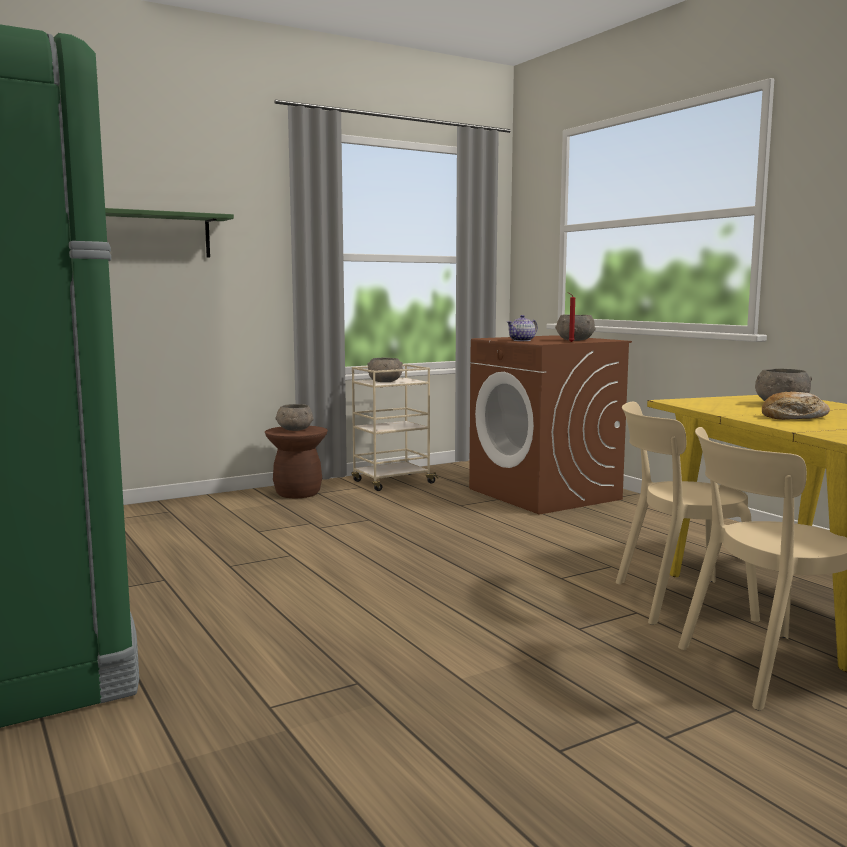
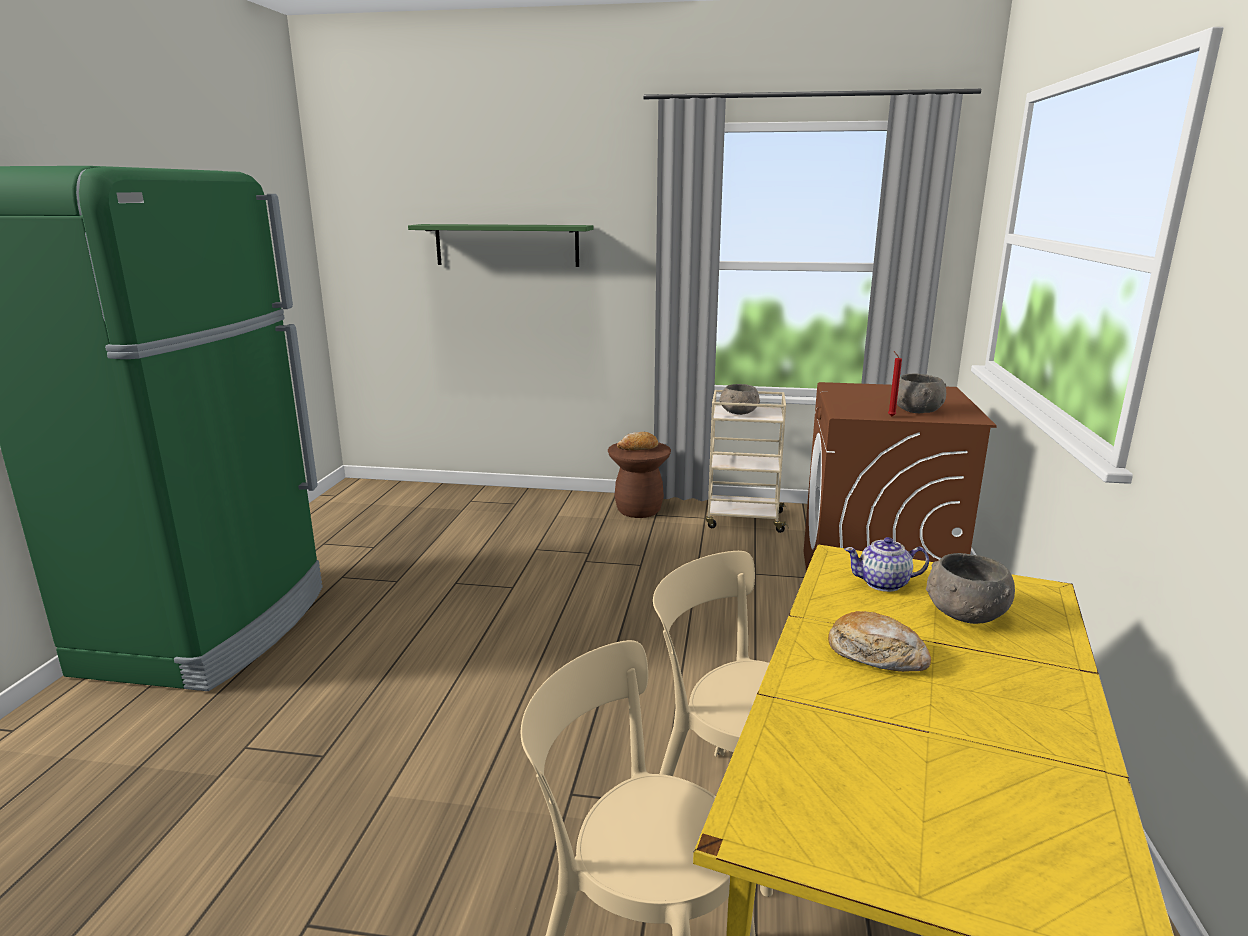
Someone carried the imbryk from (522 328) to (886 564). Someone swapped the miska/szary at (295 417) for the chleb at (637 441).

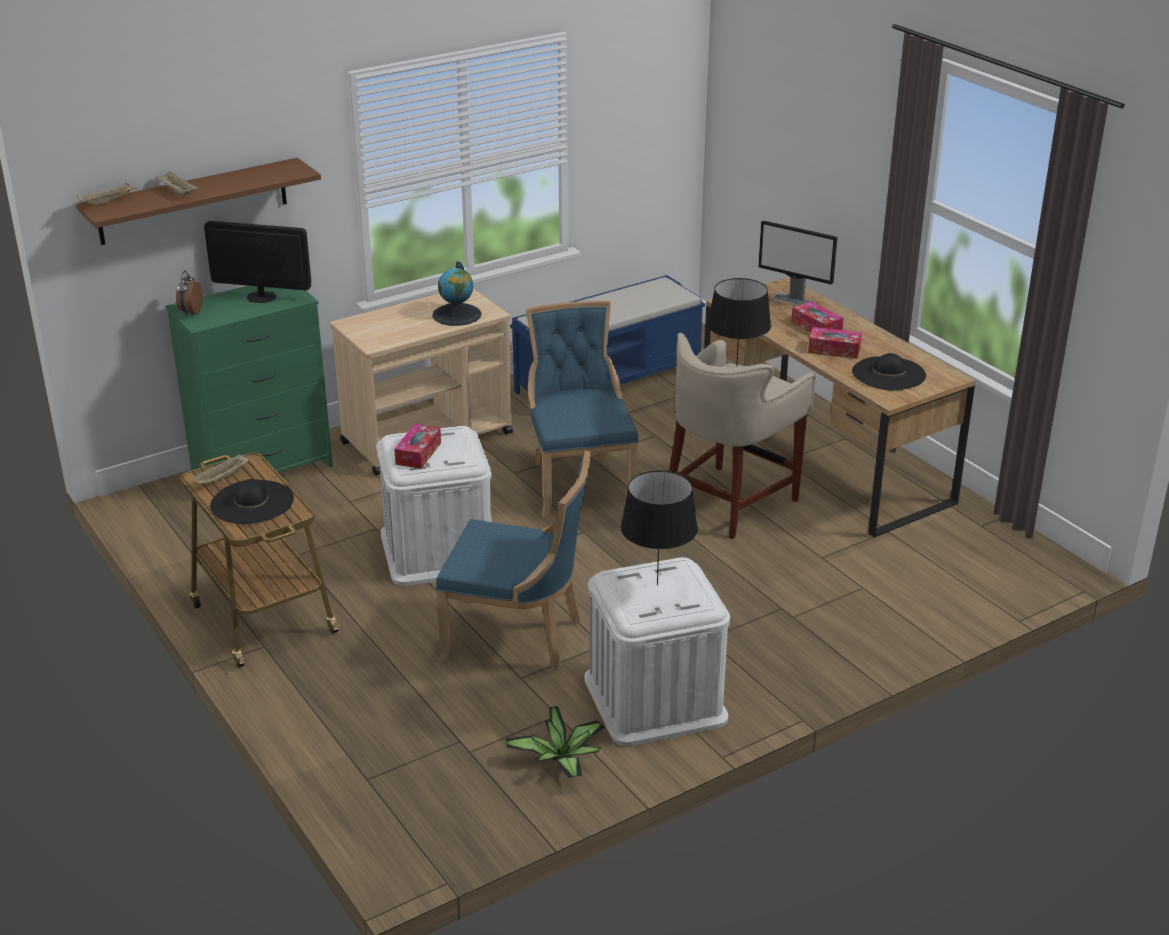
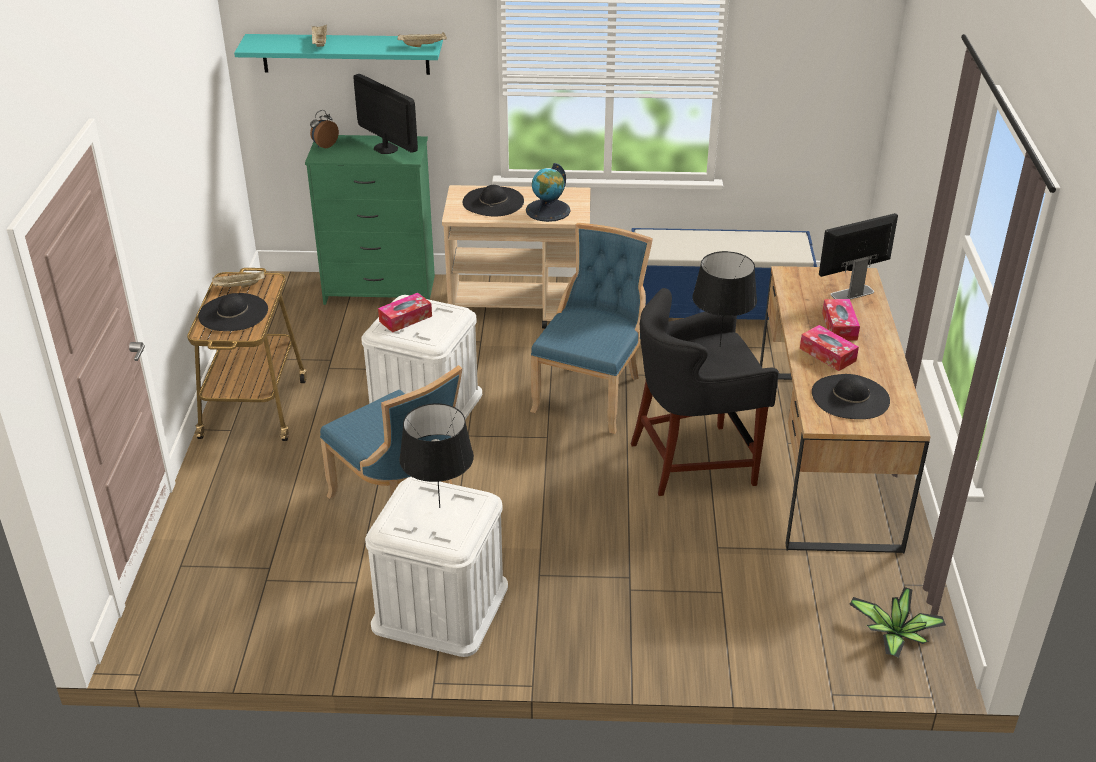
Someone put down the kapelusz/czarny at (493 200). Someone carried the taca/beżowy from (107 194) to (422 39). Someone carried the roślina doniczkowa from (555 742) to (897 622). Someone repainted the półka/brązowy at (198 201), which became the półka/turkusowy at (338 54). Someone repainted the stołek/beżowy at (742 436), which became the stołek/czarny at (705 392). Someone rotated the monitor at (797 263) by 90 degrees clockwise.

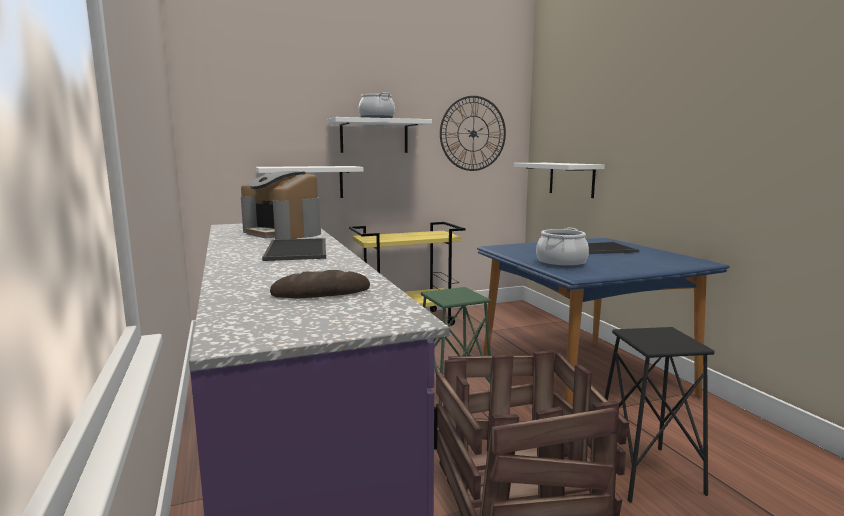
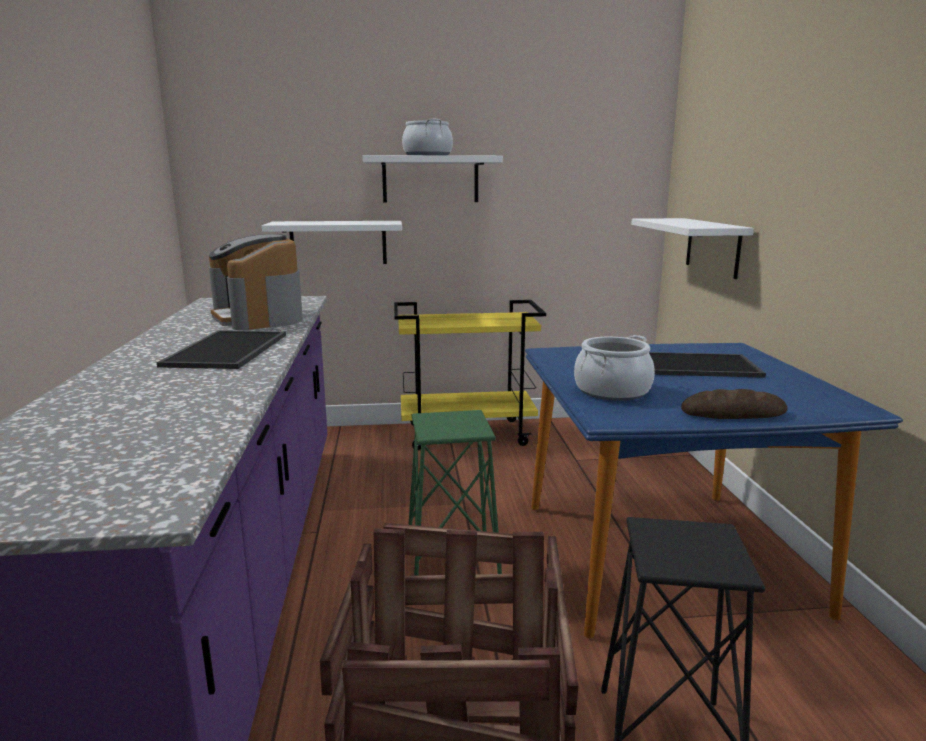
Someone took away the zegar ścienny at (473 133). Someone carried the chleb from (320 284) to (734 404).

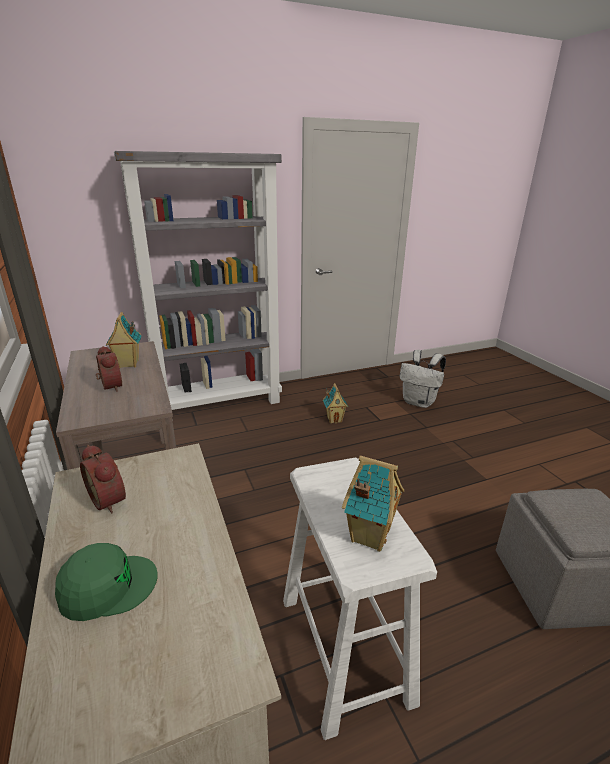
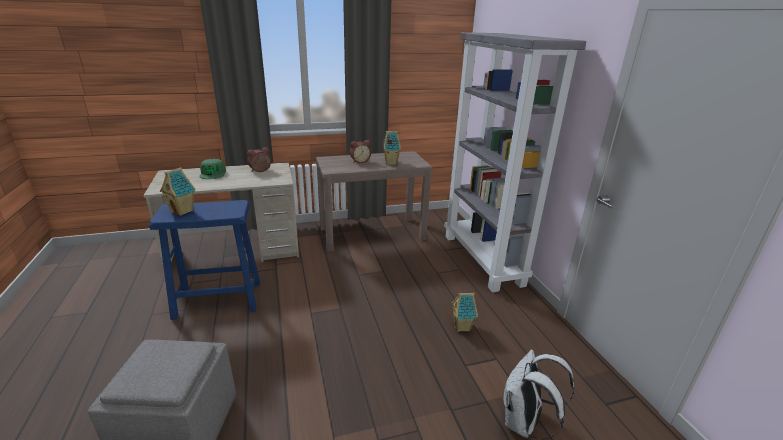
Someone repainted the stołek/biały at (360 598), which became the stołek/niebieski at (204 260).

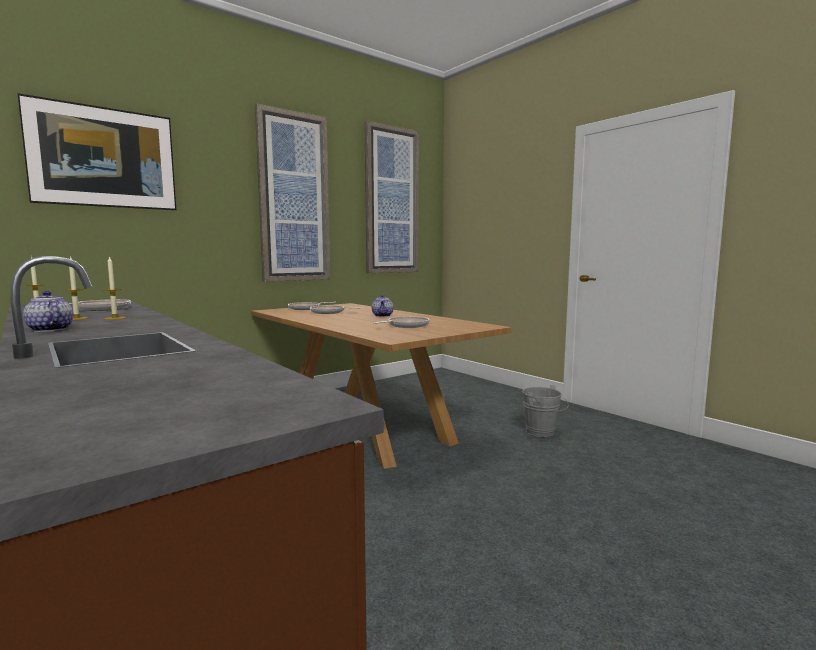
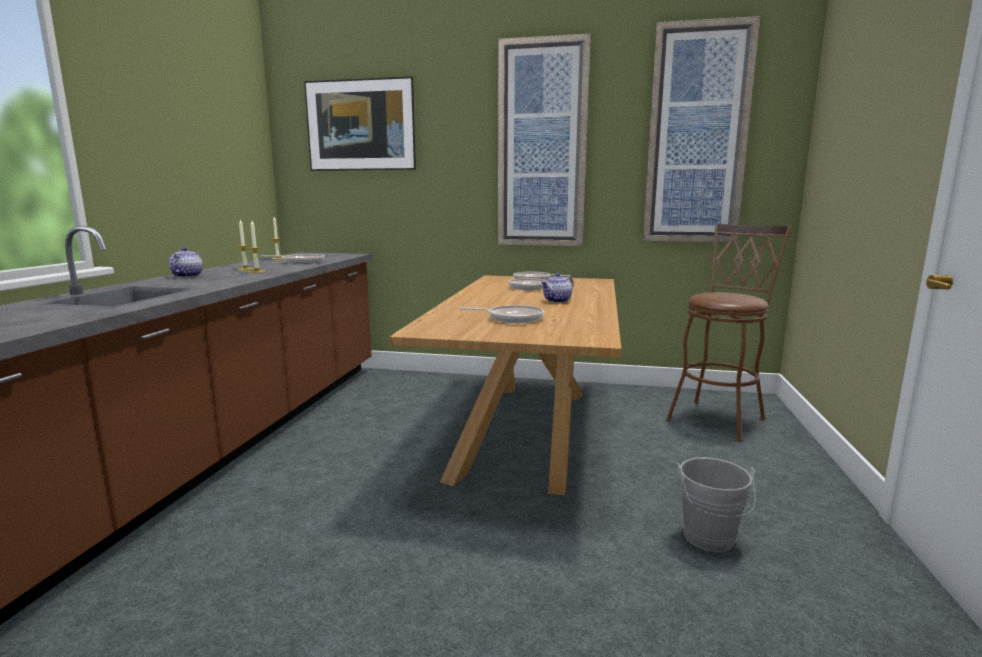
Someone put down the stołek/brązowy at (728 333).

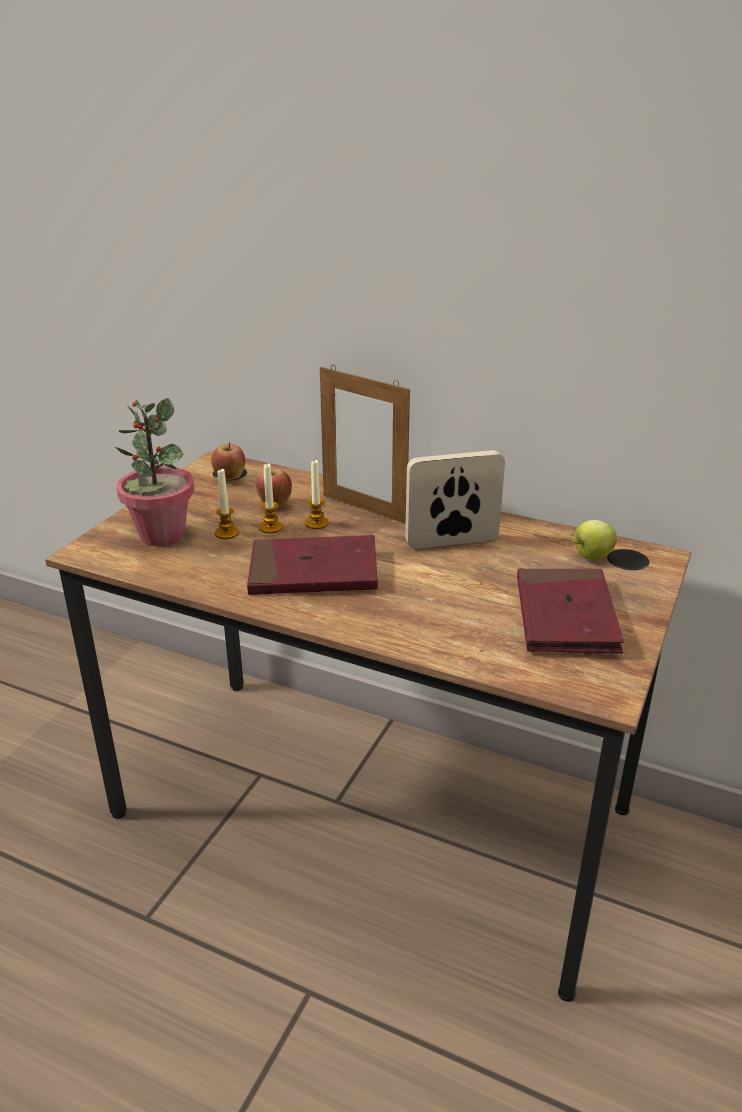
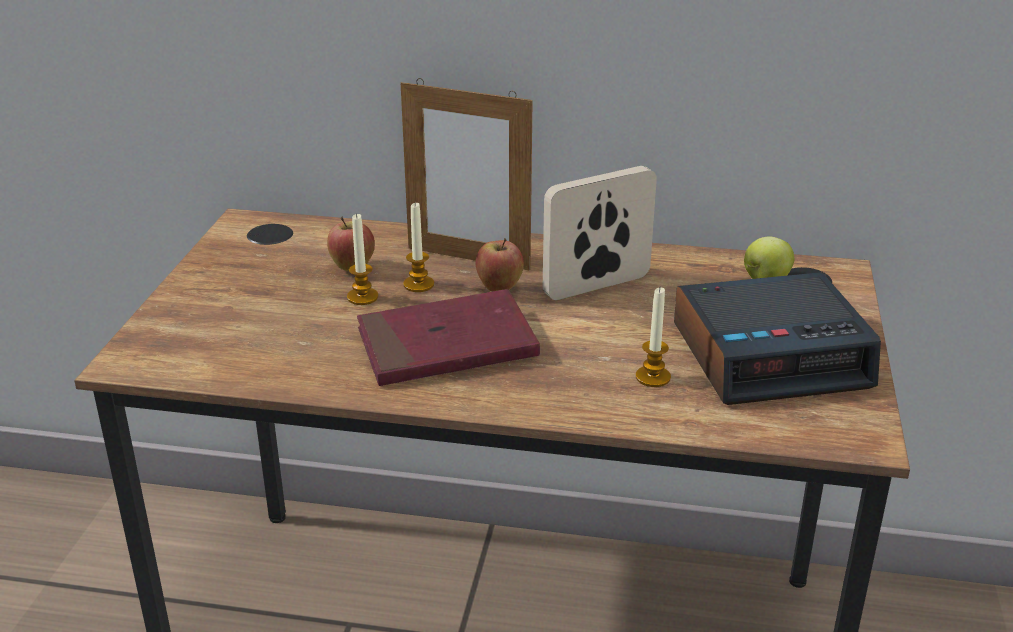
Someone took away the roślina doniczkowa at (154 472). Someone carried the jabłko from (228 461) to (500 265). Someone carried the świeca from (227 503) to (653 337). Someone swapped the książka/czerwony at (570 610) for the budzik at (777 338).

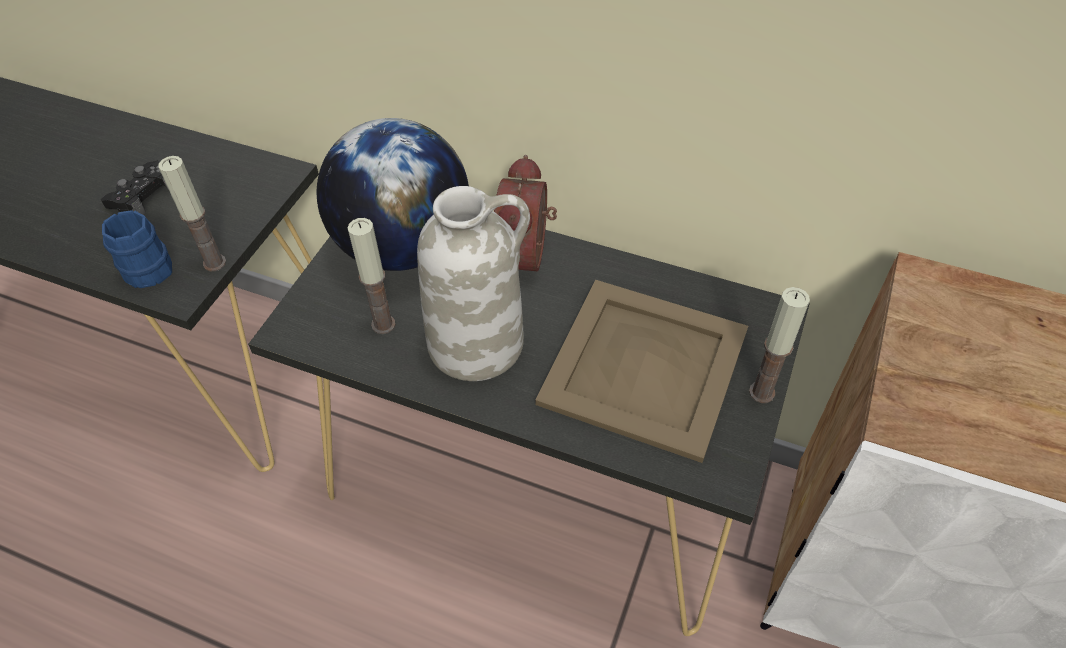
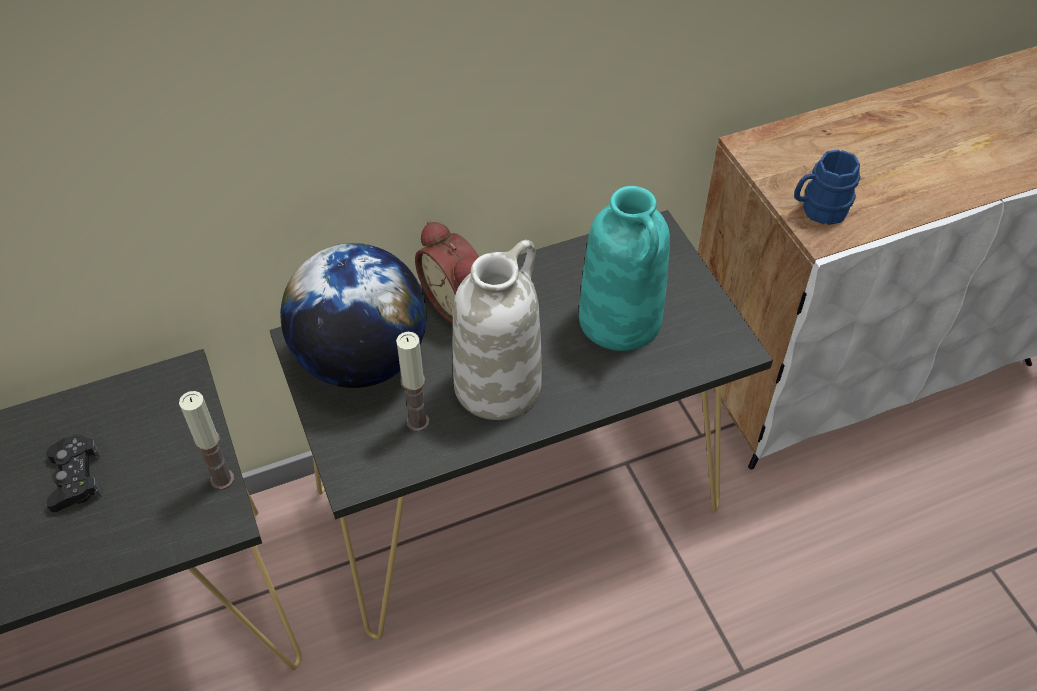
Someone took away the świeca at (779 345). Someone carried the kubek/niebieski from (137 249) to (827 187). Someone swapped the taca/beżowy at (641 371) for the wazon/turkusowy at (624 268).

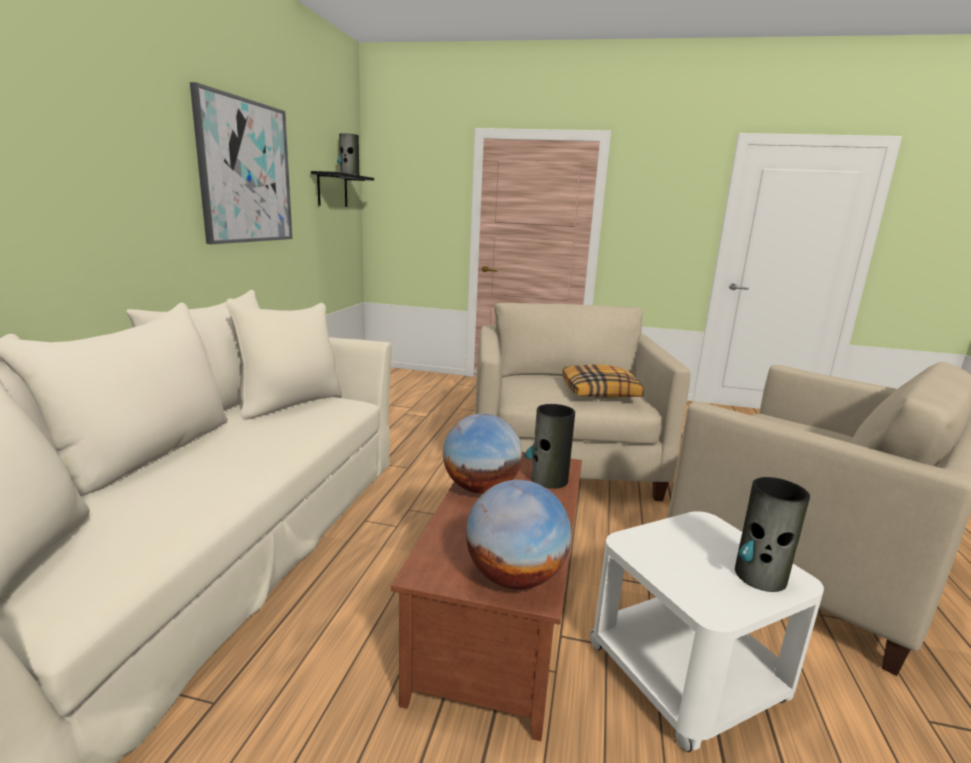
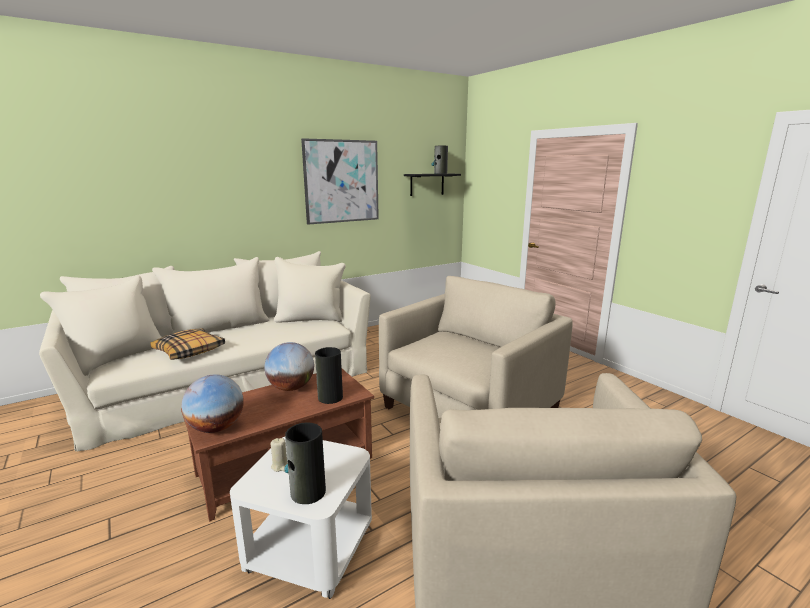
Someone put down the świeca/beżowy at (279 455). Someone carried the poduszka from (603 381) to (187 344).

